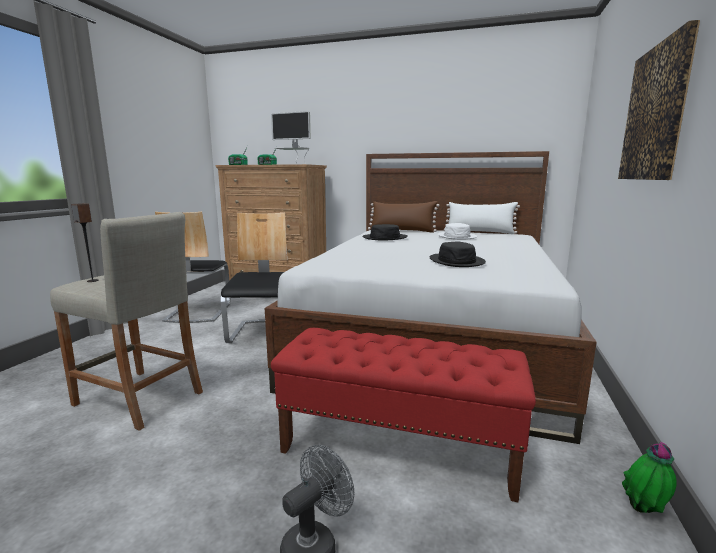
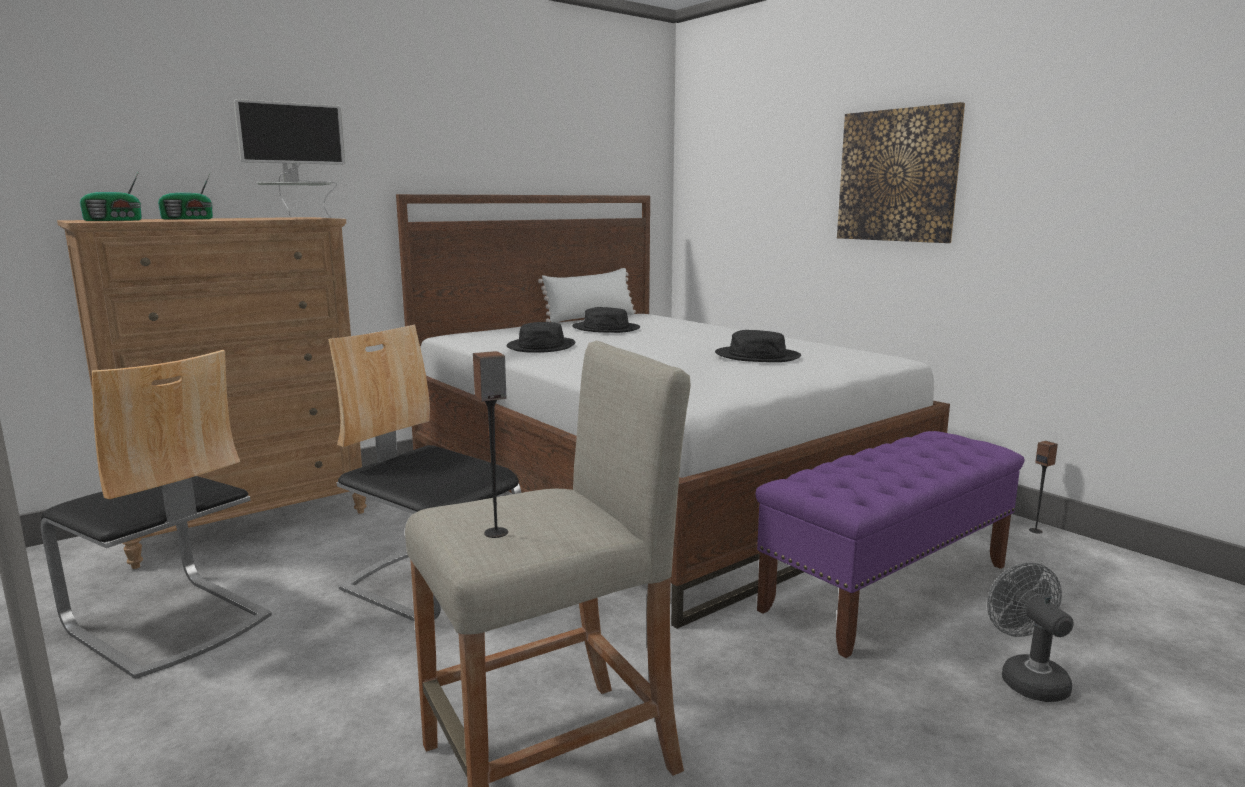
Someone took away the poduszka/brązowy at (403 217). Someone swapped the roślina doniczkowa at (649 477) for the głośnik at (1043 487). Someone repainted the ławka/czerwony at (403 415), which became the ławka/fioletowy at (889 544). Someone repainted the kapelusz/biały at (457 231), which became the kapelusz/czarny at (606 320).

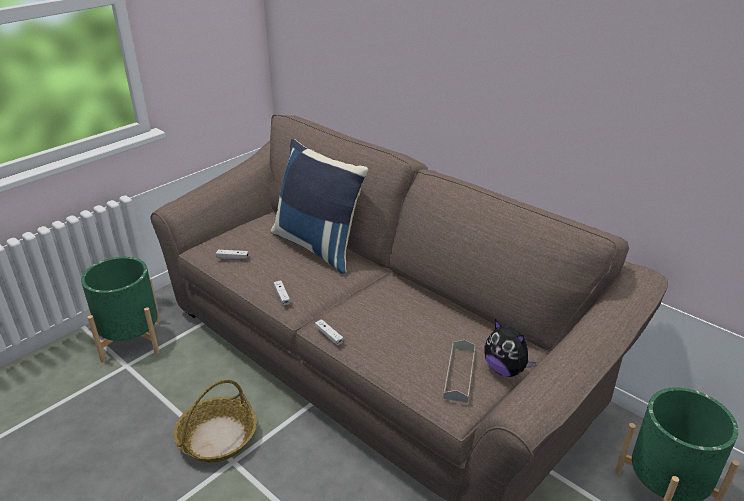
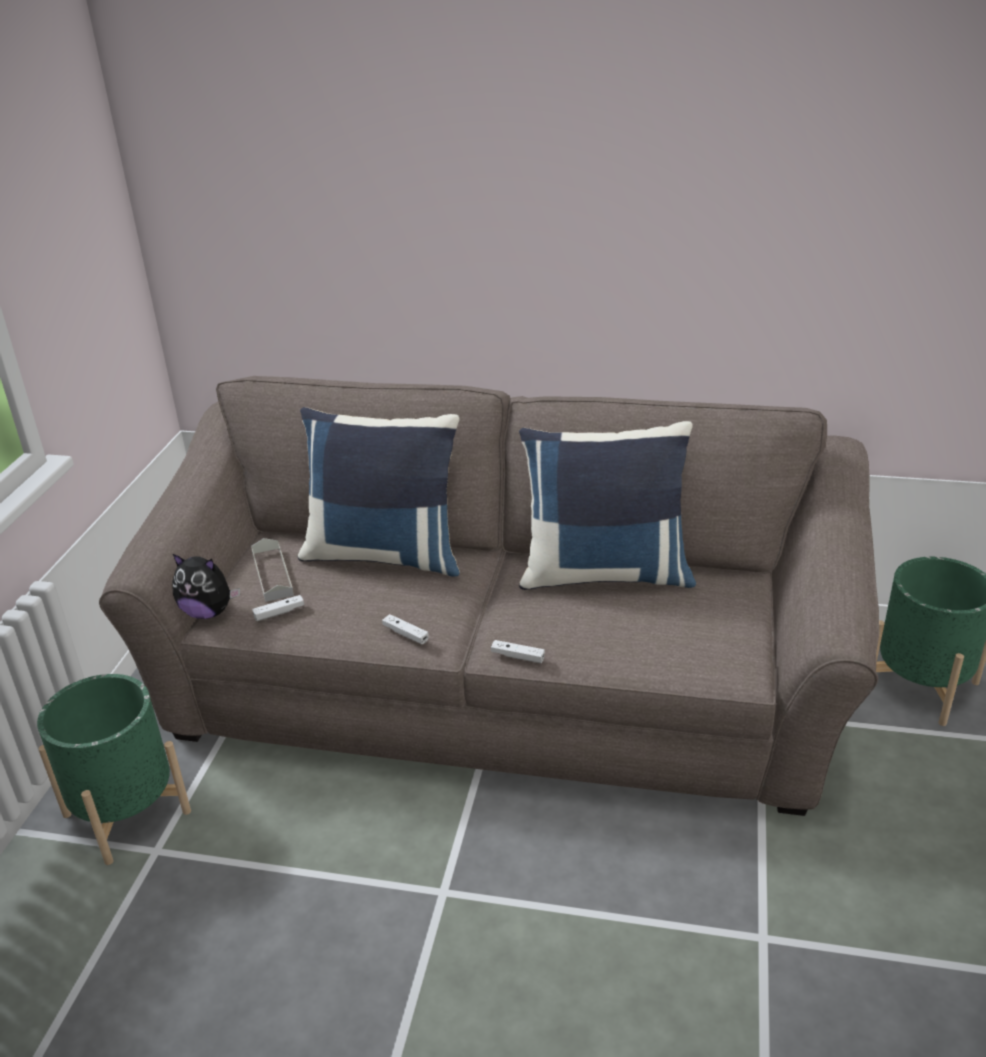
Someone took away the koszyk at (215 420). Someone put down the poduszka/niebieski at (607 505). Someone carried the taca/szary from (459 371) to (272 570). Someone carried the pluszak from (510 348) to (206 586).

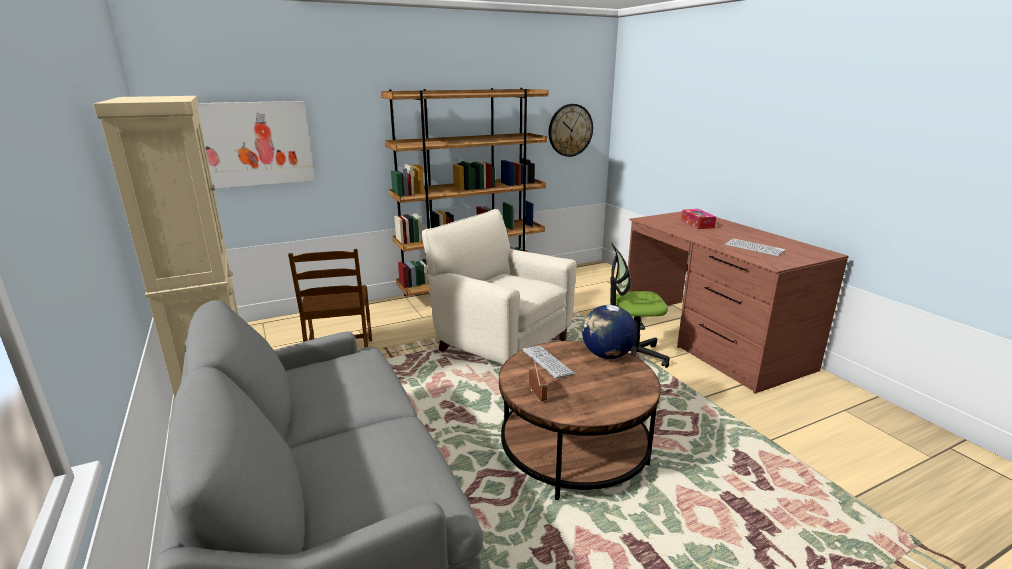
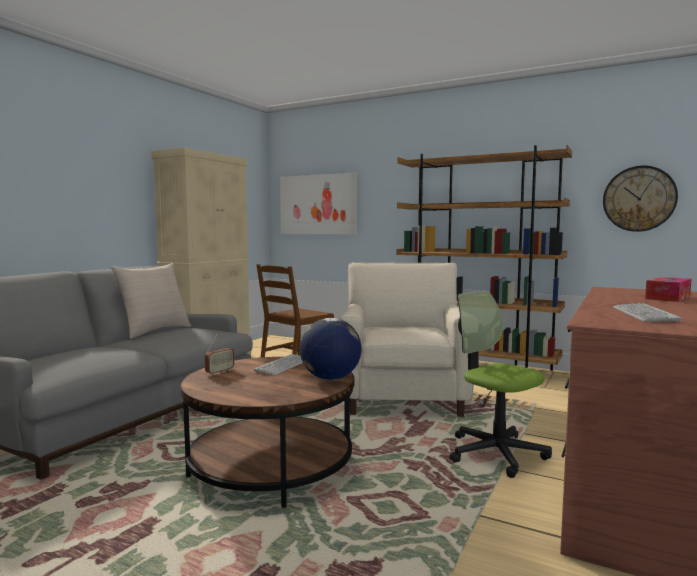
Someone put down the poduszka/beżowy at (151 301).

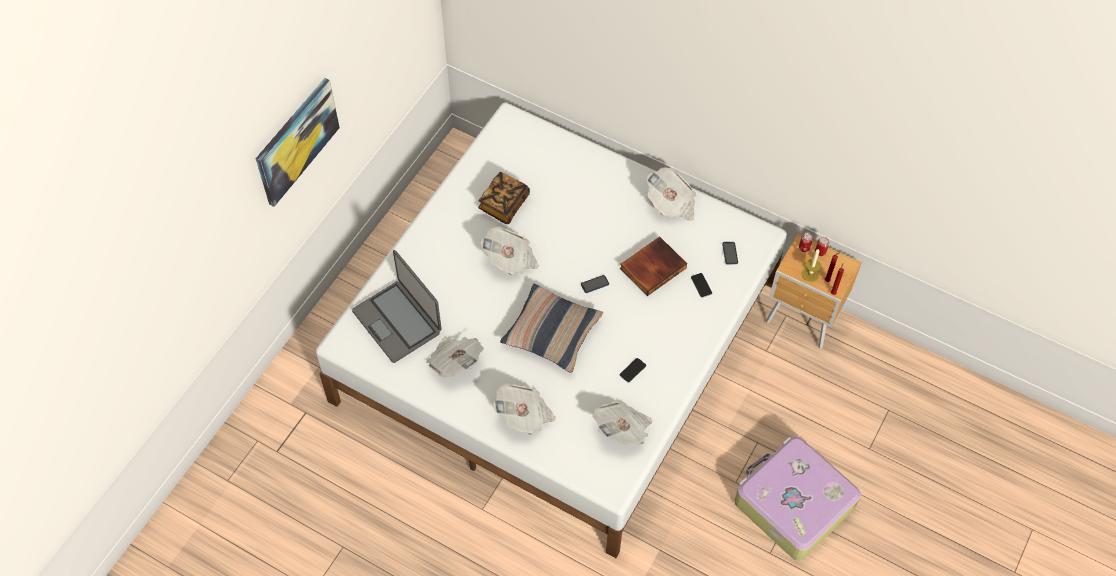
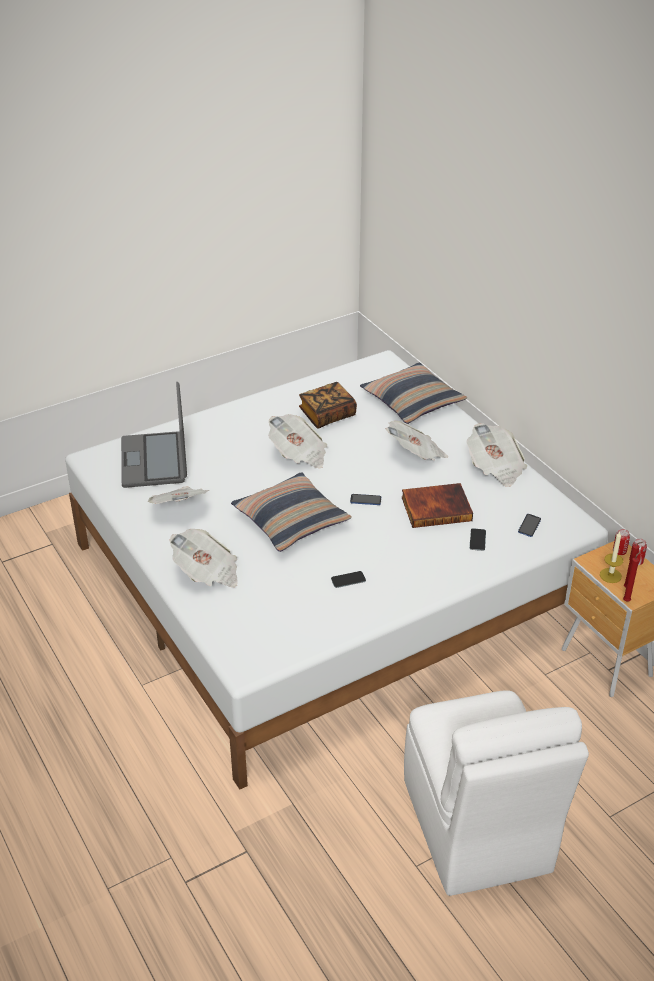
Someone took away the obraz at (298 142). Someone put down the poduszka at (413 393). Someone carried the gazeta from (623 423) to (416 440). Someone swapped the walizka at (797 498) for the krzesło/biały at (496 793).

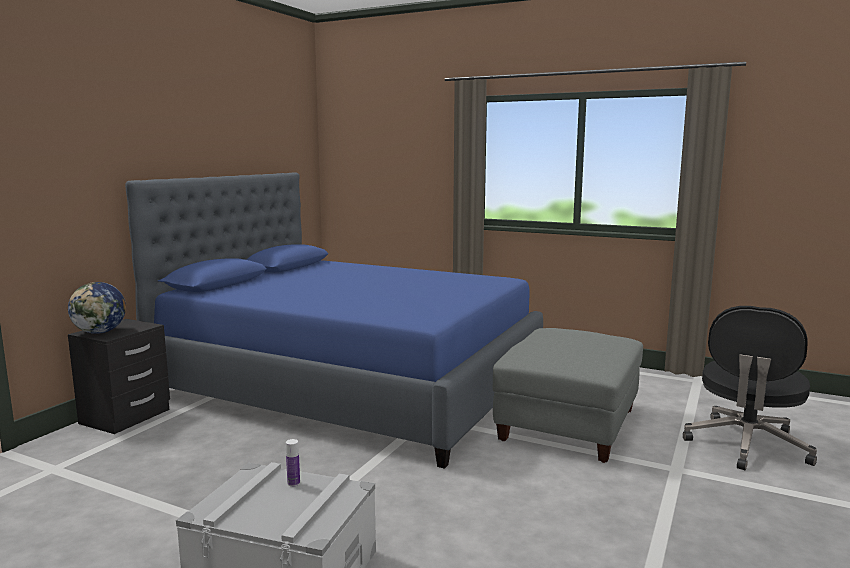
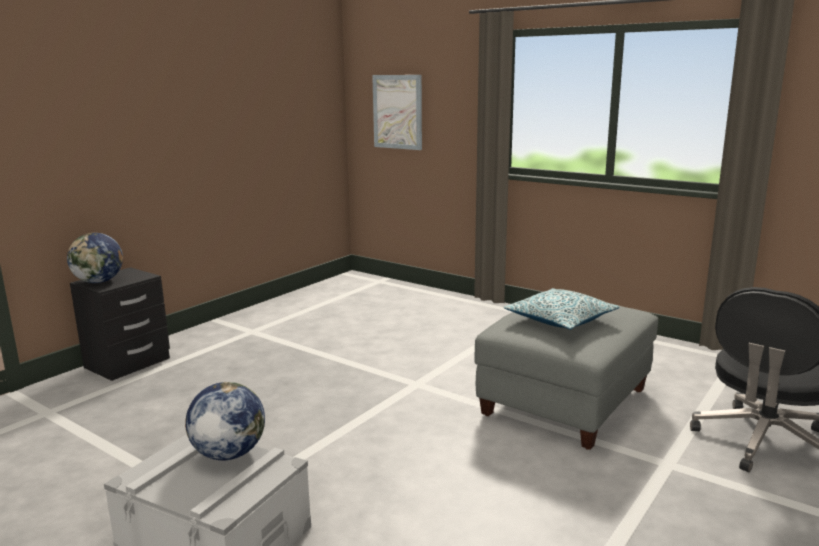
Someone took away the łóżko/niebieski at (334 320). Someone put up the obraz at (397 112). Someone put down the poduszka at (561 309). Someone swapped the butelka at (293 463) for the globus at (225 421).

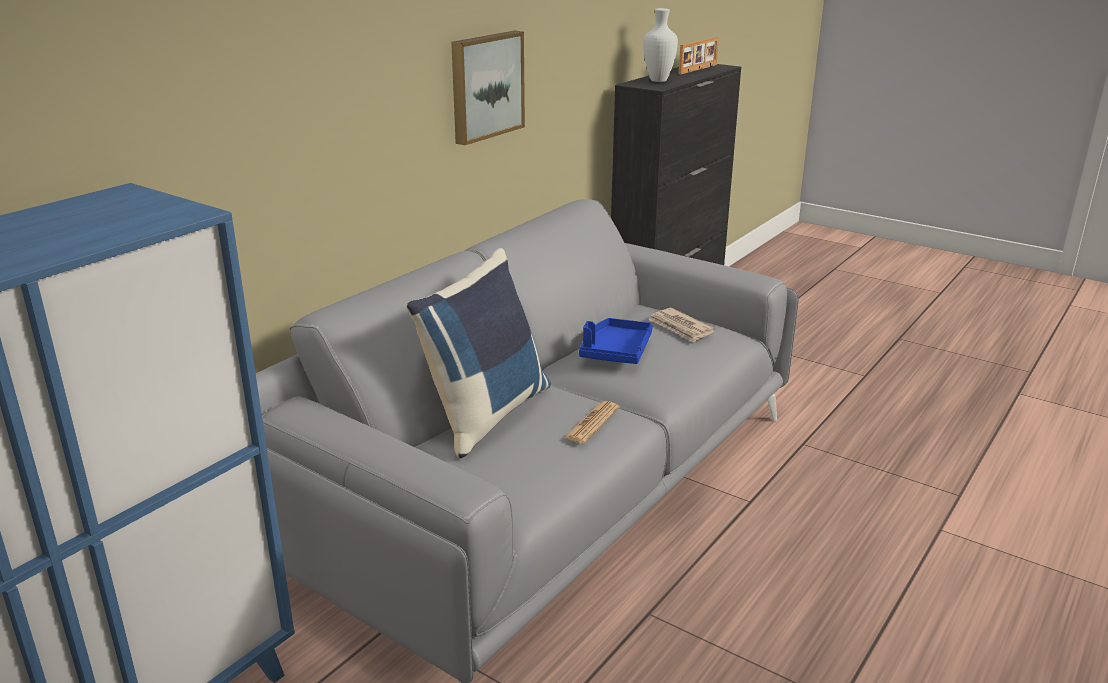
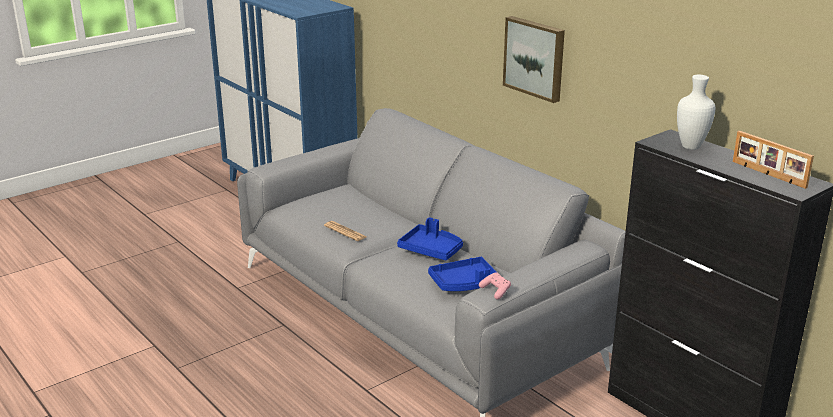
Someone took away the poduszka/niebieski at (478 353). Someone put down the pad do gier/różowy at (495 285). Someone swapped the gazeta at (682 325) for the taca/niebieski at (462 274).

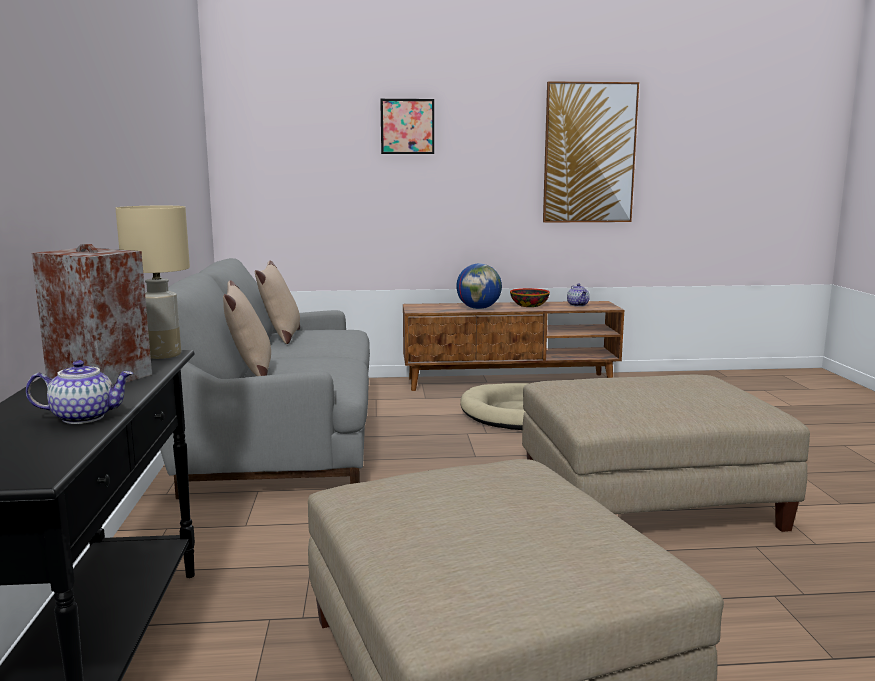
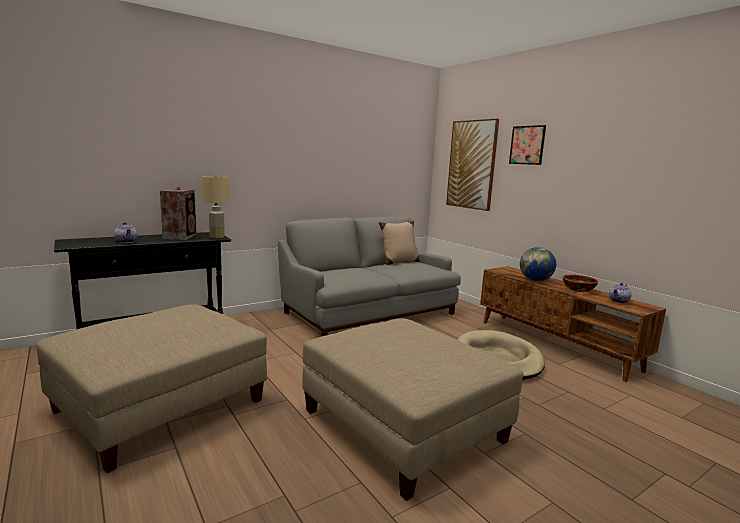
Someone took away the poduszka/beżowy at (247 328). Someone carried the obraz from (591 152) to (472 165).

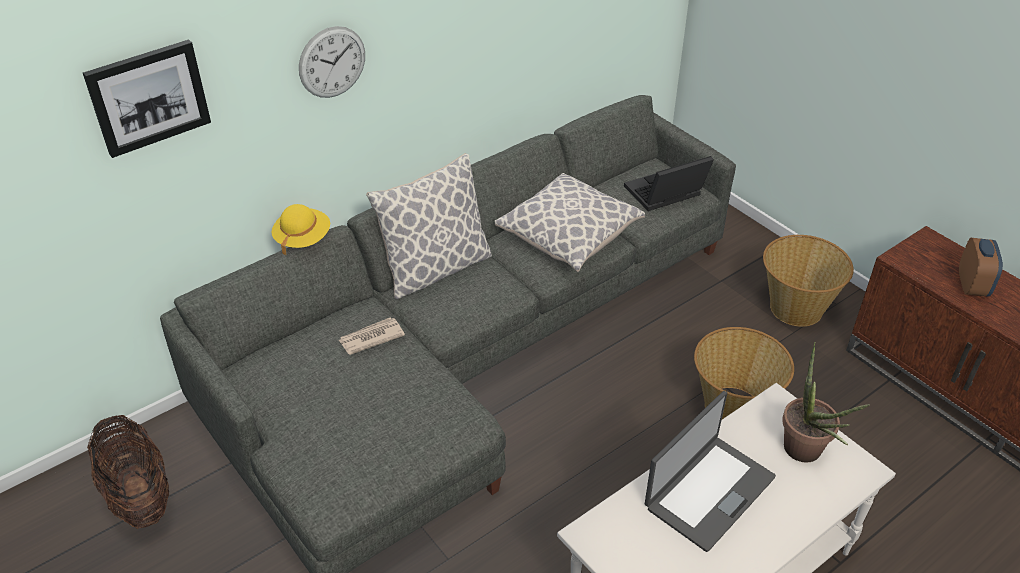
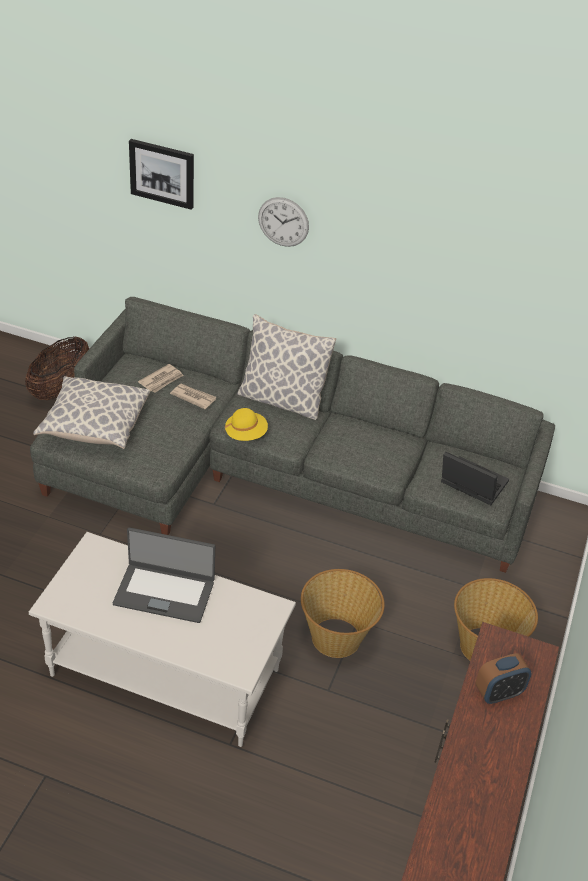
Someone took away the roślina doniczkowa at (826 402). Someone put down the gazeta at (161 378). Someone carried the kapelusz/żółty from (301 230) to (246 424). Someone carried the poduszka from (570 222) to (91 412).

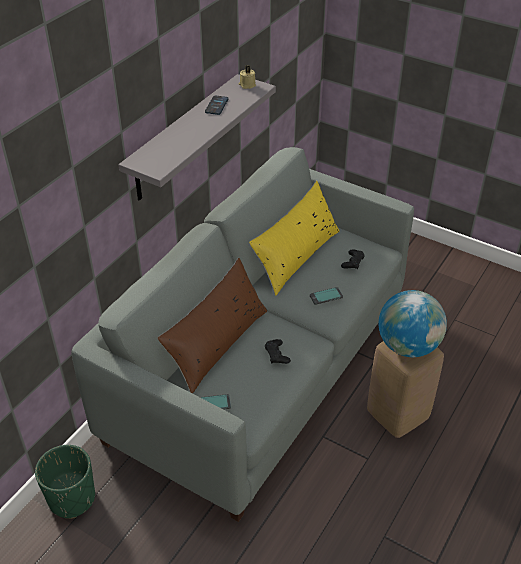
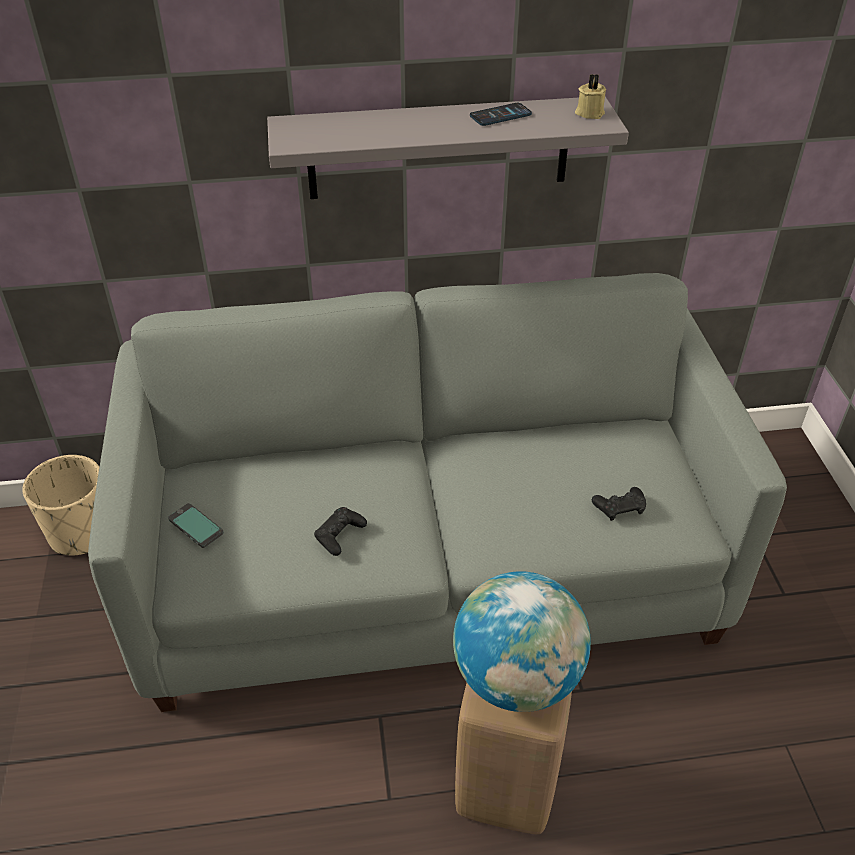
Someone took away the poduszka/brązowy at (212 326). Someone took away the poduszka/żółty at (294 238). Someone took away the telefon at (326 296). Someone repainted the donica/zielony at (65 482), which became the donica/beżowy at (60 505).

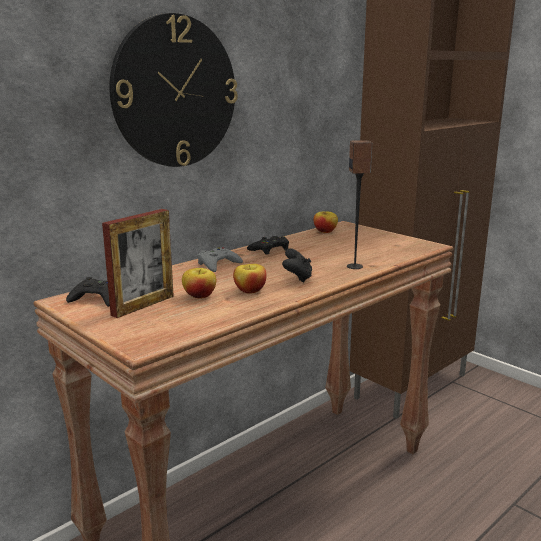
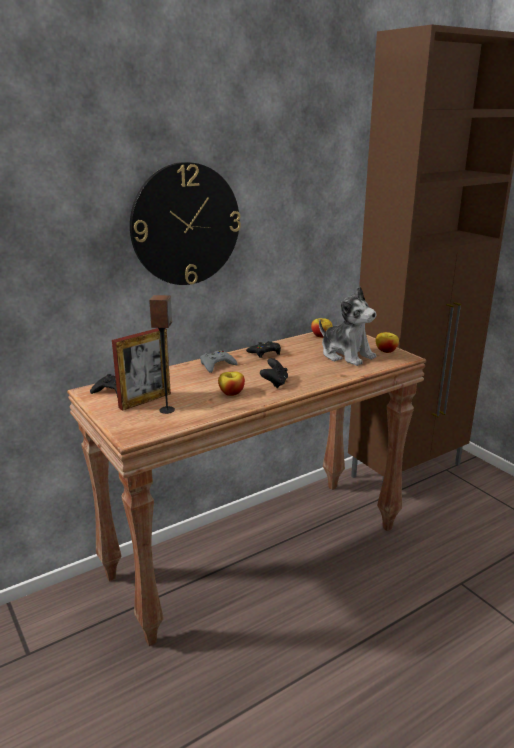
Someone put down the pluszak at (348 326). Someone carried the jabłko from (199 283) to (387 342). Someone carried the głośnik from (359 204) to (162 354).

